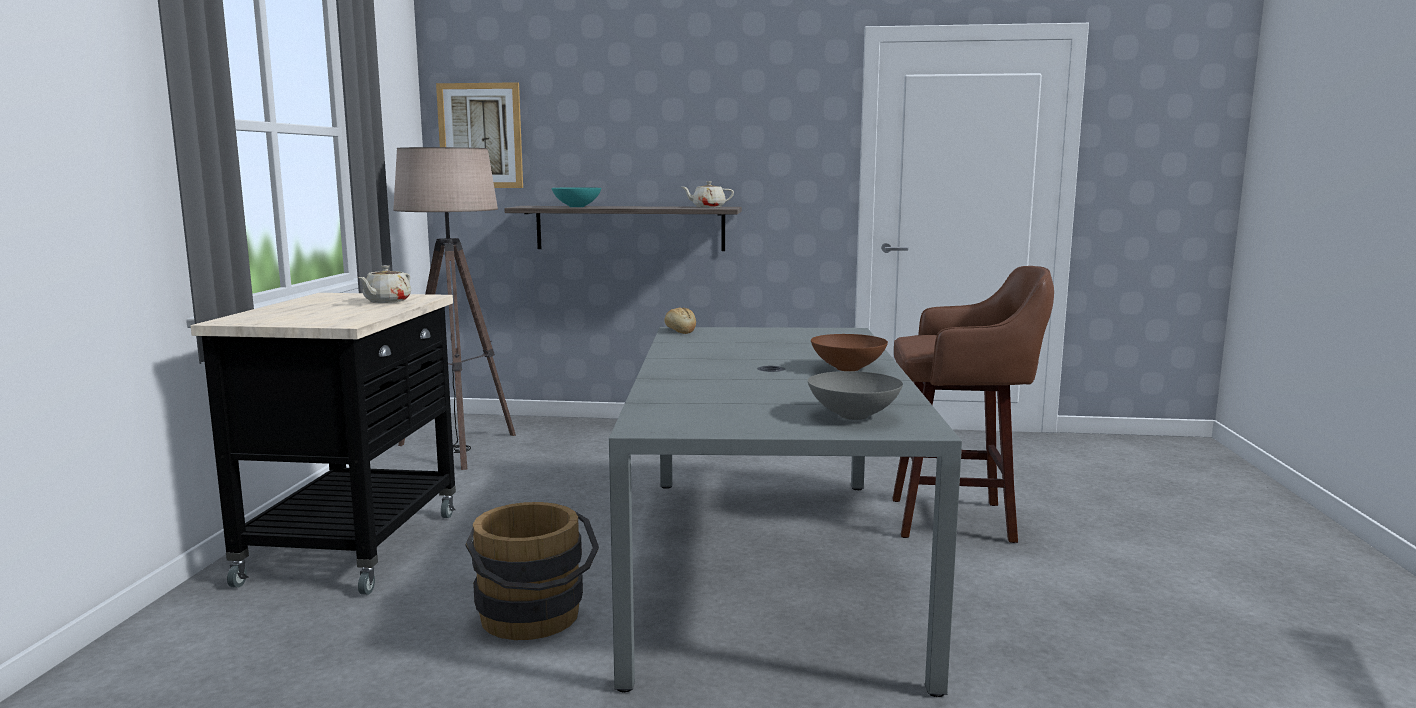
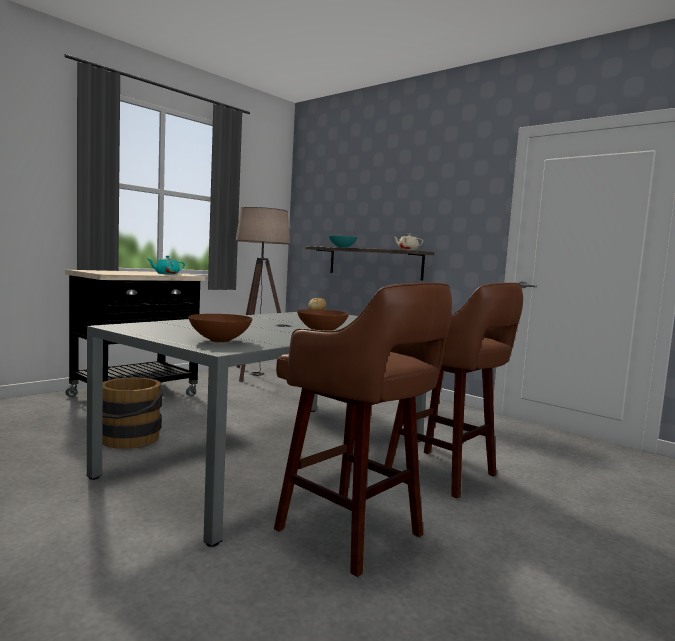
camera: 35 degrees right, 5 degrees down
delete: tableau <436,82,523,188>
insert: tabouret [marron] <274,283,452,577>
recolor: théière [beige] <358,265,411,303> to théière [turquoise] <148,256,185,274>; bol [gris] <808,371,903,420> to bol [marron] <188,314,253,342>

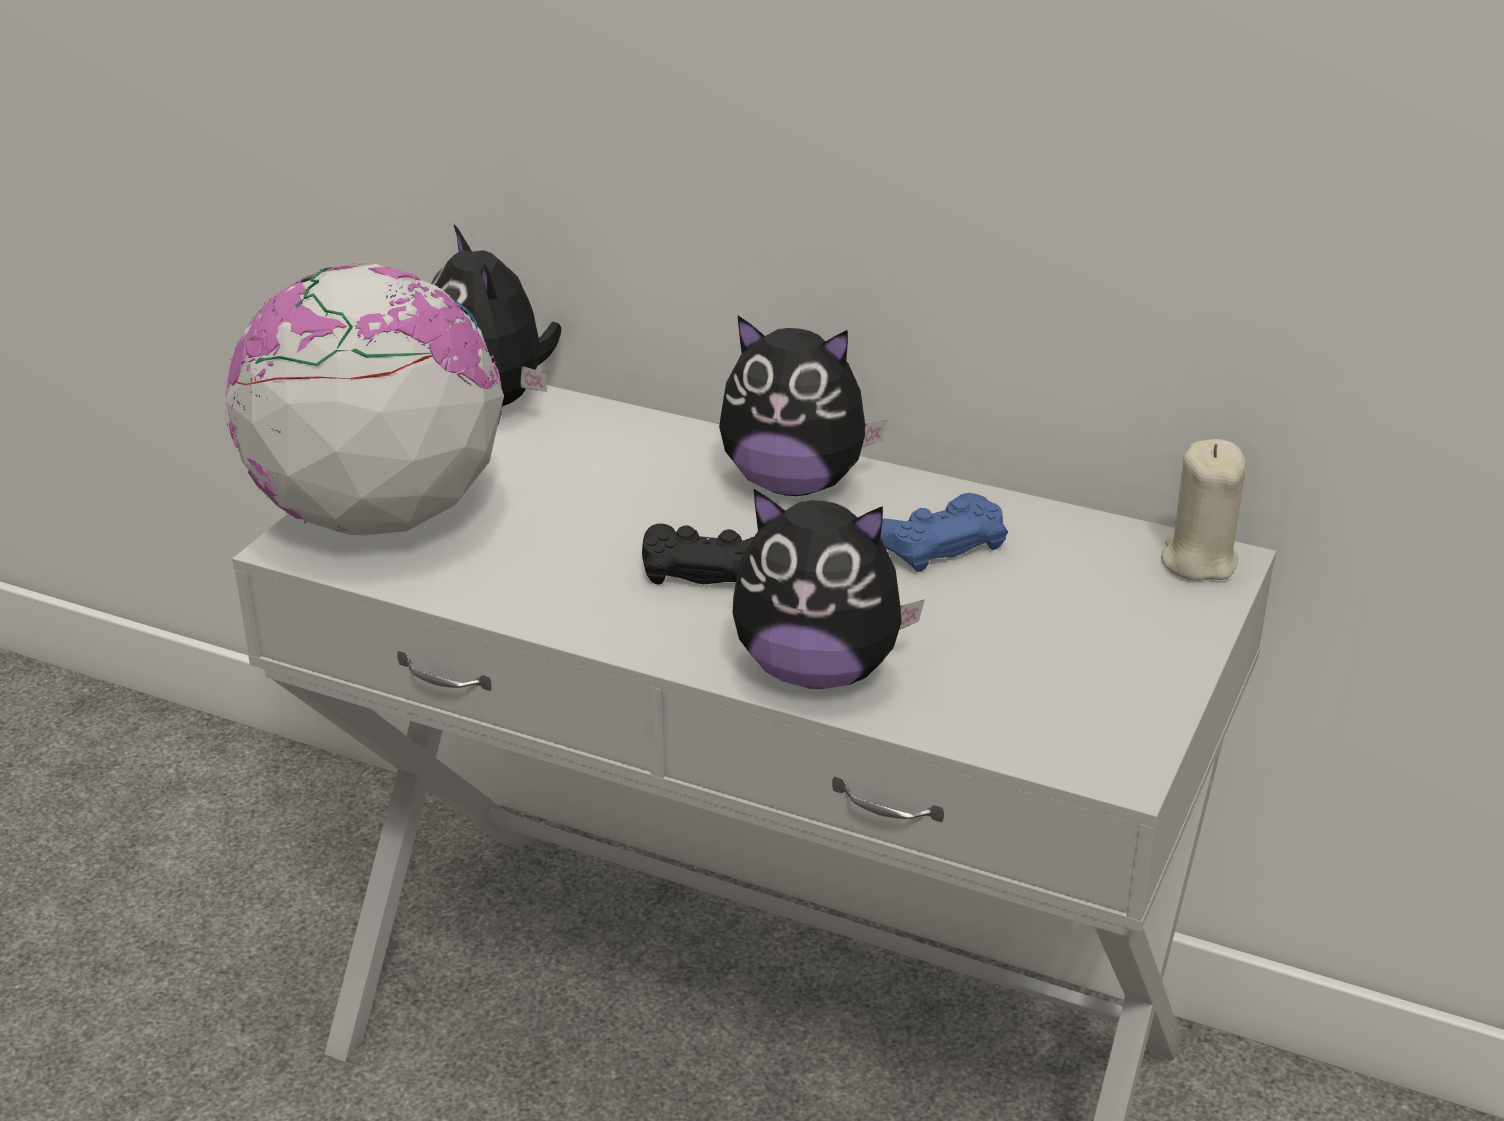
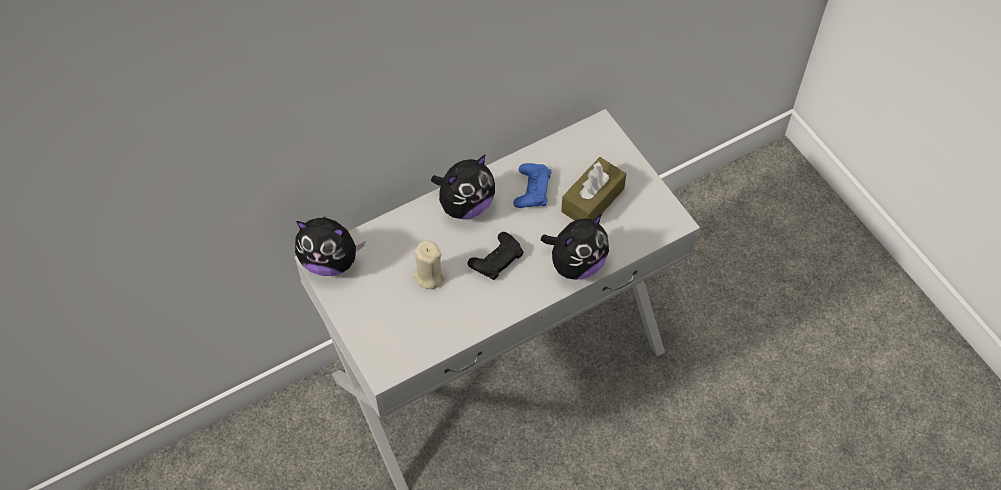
camera: 55 degrees left, 25 degrees up
delete: globe <225,263,504,535>
insert: boîte à mouchoirs [marron] <561,157,626,221>
move: bougie [beige] <1161,439,1246,581> to <412,240,446,289>

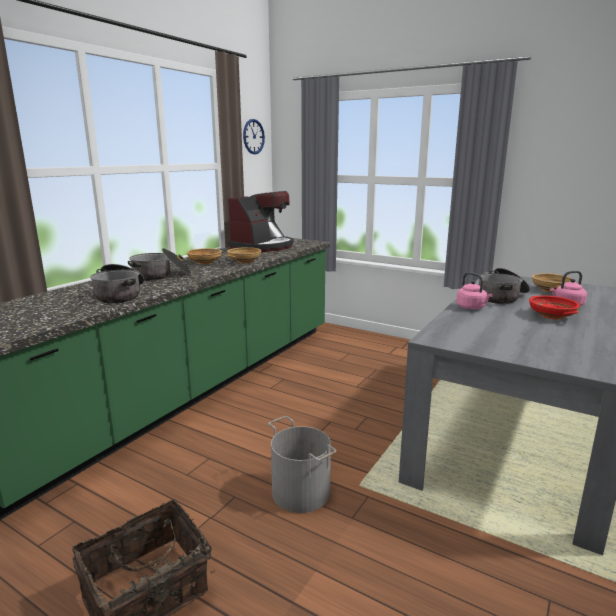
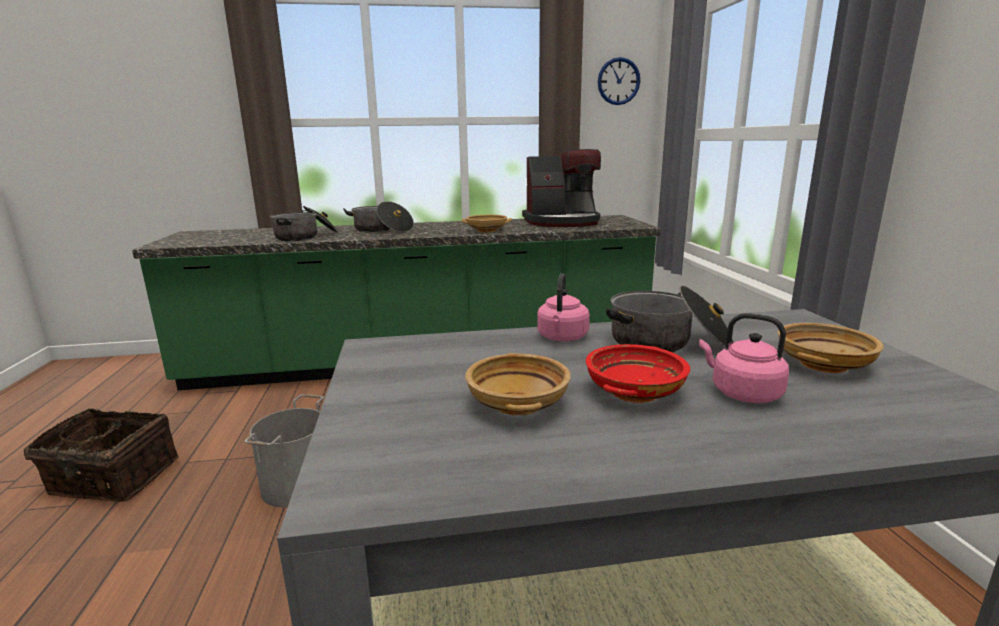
camera: 50 degrees right, 0 degrees up
move: bol [beige] <187,248,222,264> to <465,353,571,416>

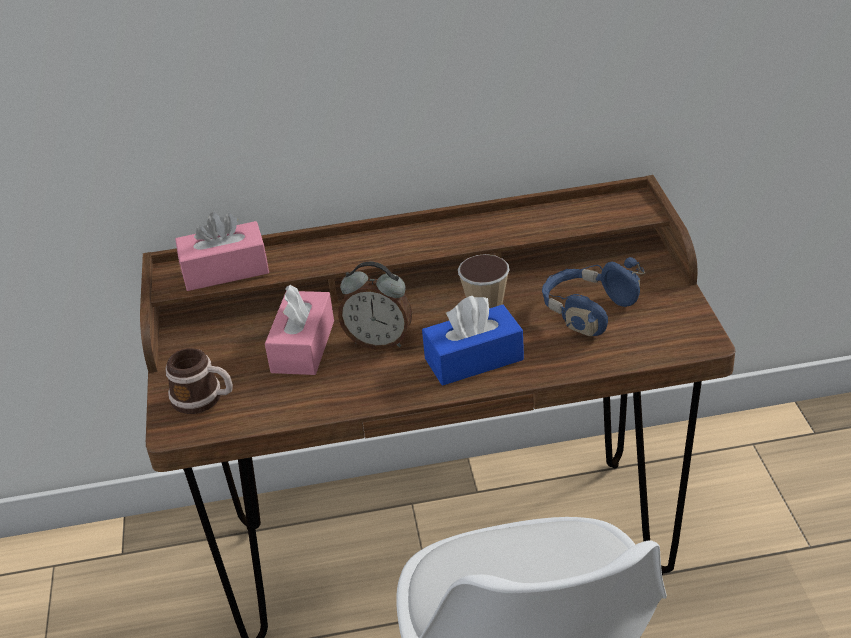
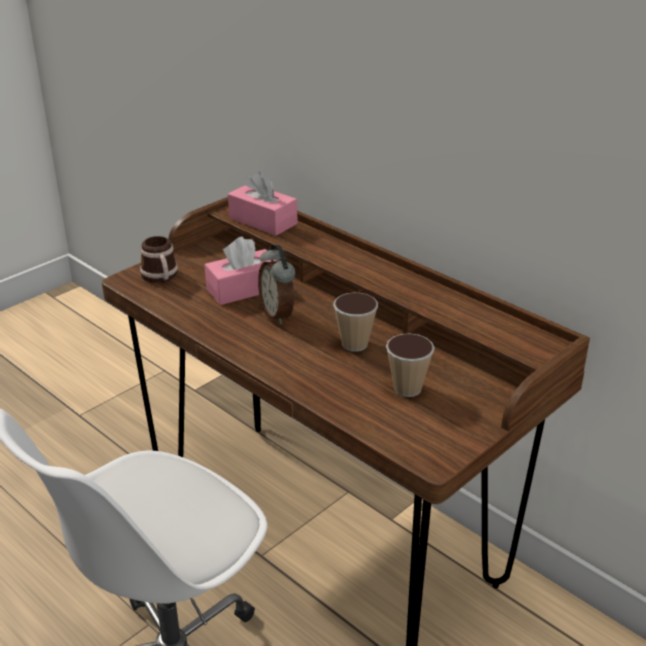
camera: 50 degrees right, 5 degrees down
delete: boîte à mouchoirs [bleu] <422,296,524,386>
replace: casque audio [bleu] <542,257,645,336> to tasse <386,333,435,397>

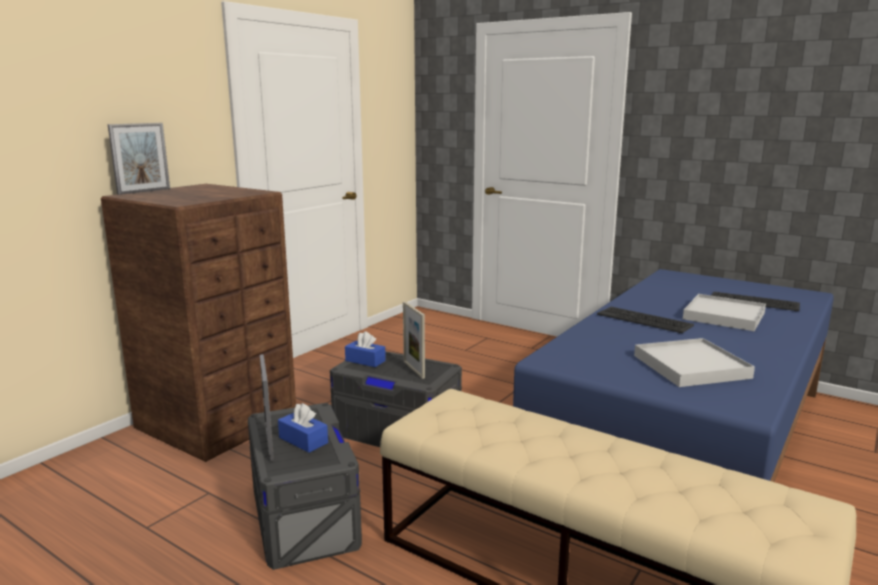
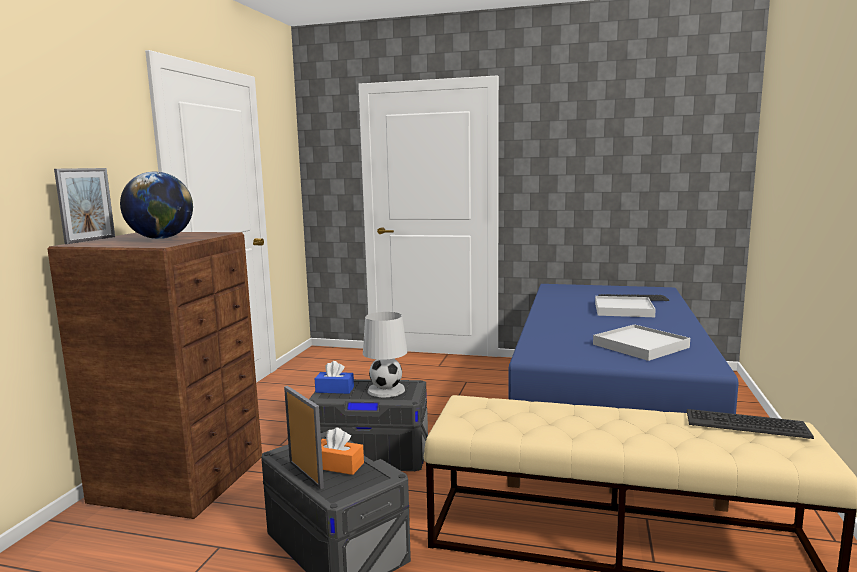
camera: 20 degrees left, 5 degrees down
insert: globe <120,171,193,239>
move: clavier <597,307,694,333> to <687,409,814,439>
replace: cadre photo <403,301,425,379> to lampe de table [blanc] <363,312,407,397>
recolor: boîte à mouchoirs [bleu] <278,403,328,453> to boîte à mouchoirs [orange] <321,427,364,475>

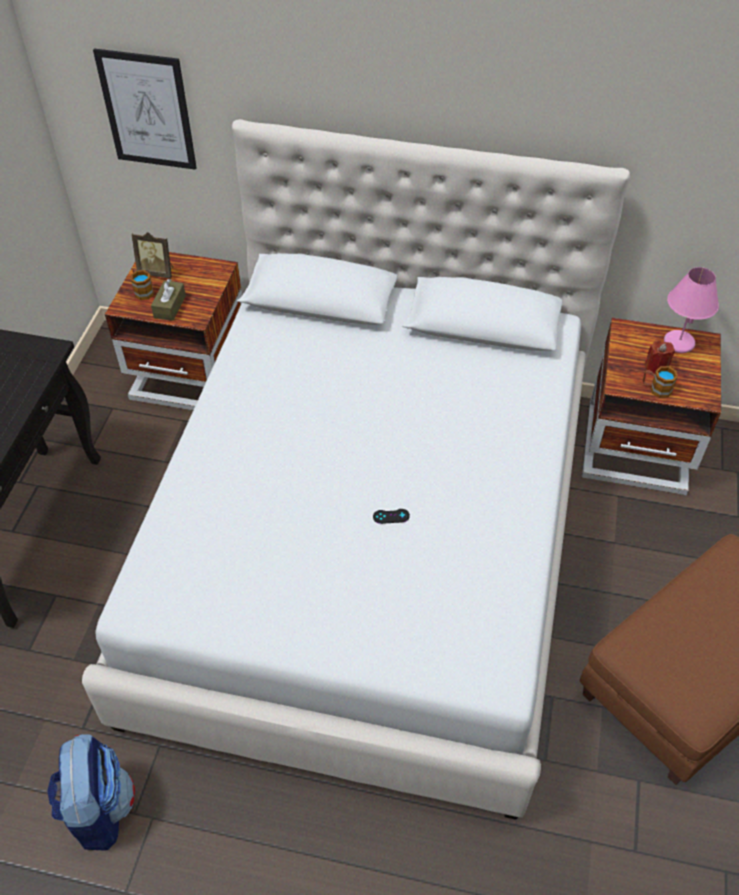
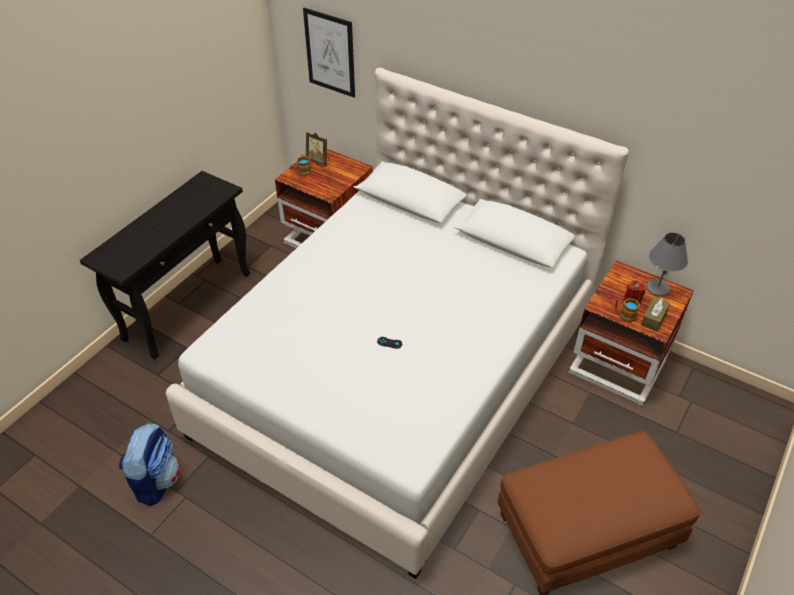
camera: 20 degrees right, 5 degrees down
move: boîte à mouchoirs [marron] <151,279,186,321> to <641,297,670,332>
recolor: lampe de table [rose] <664,267,719,353> to lampe de table [gris] <646,233,688,297>

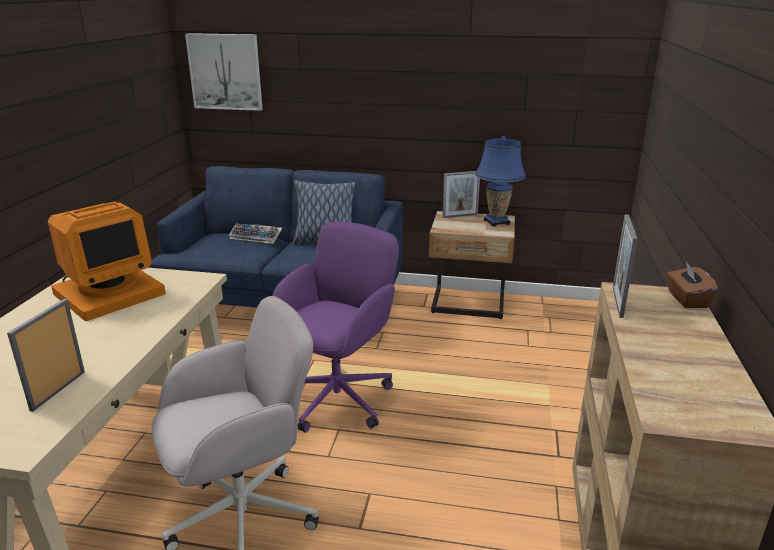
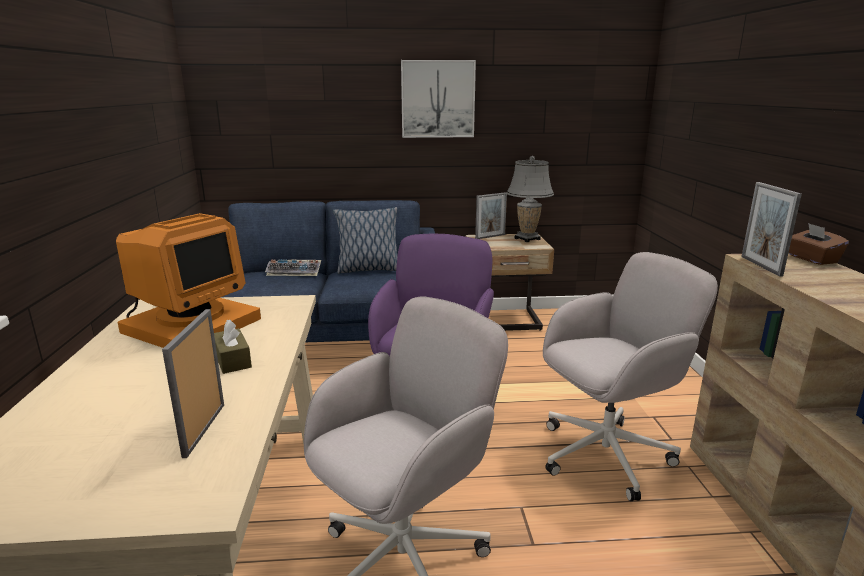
camera: 15 degrees left, 5 degrees down
insert: boîte à mouchoirs [marron] <214,319,252,374>; chaise de bureau [gris] <543,252,718,501>
move: tableau <185,33,263,111> to <401,60,476,138>
recolor: lampe de table [bleu] <475,136,526,227> to lampe de table [gris] <507,156,554,242>

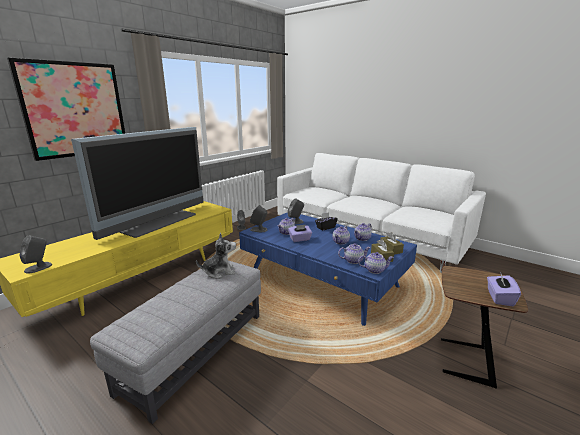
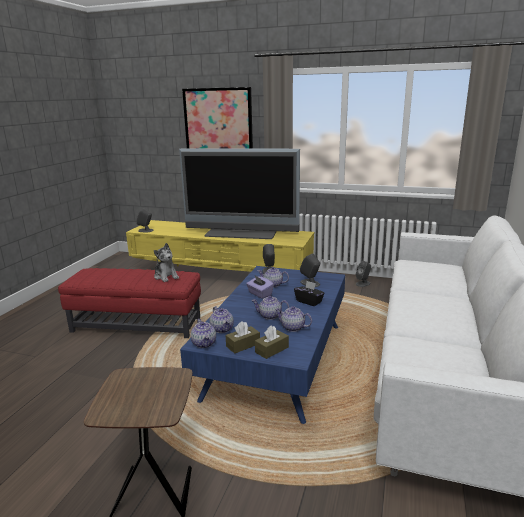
camera: 70 degrees right, 0 degrees up
delete: boîte à mouchoirs [violet] <487,272,521,306>
recolor: pouf [gris] <90,261,261,424> to pouf [rouge] <58,268,201,338>

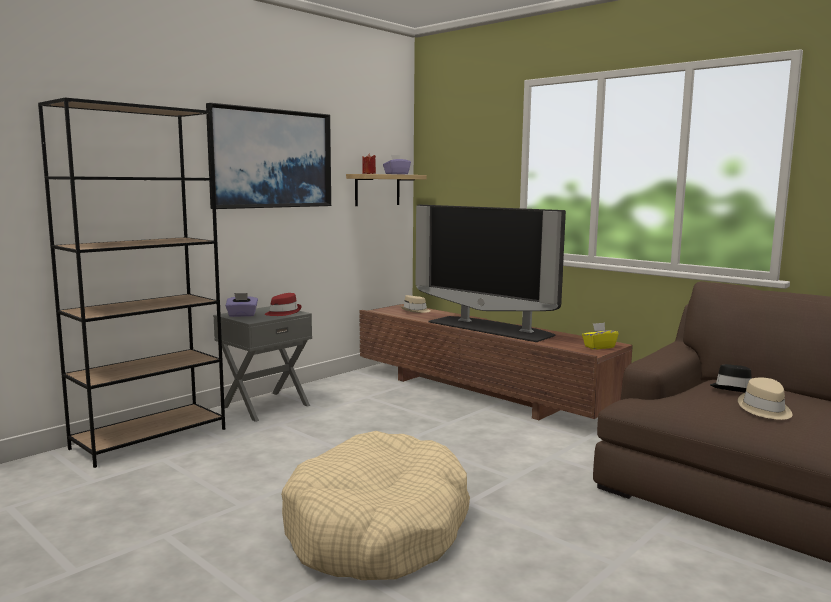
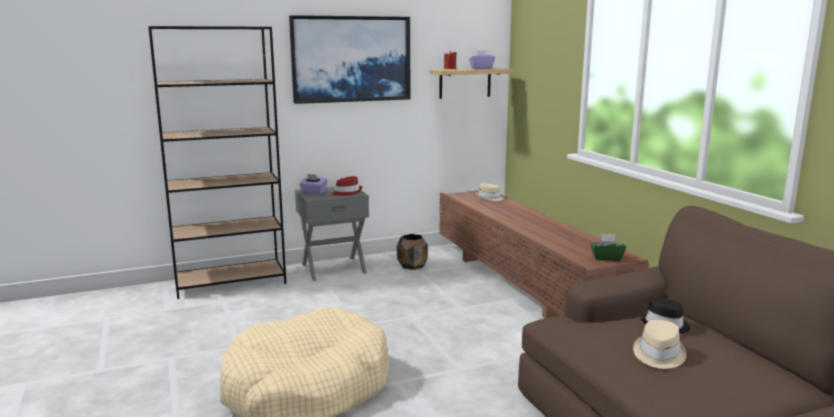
camera: 25 degrees right, 5 degrees up
delete: téléviseur <415,205,566,342>
insert: cache-pot [marron] <397,234,428,270>
recolor: boîte à mouchoirs [jaune] <582,323,619,350> to boîte à mouchoirs [vert] <591,234,626,261>

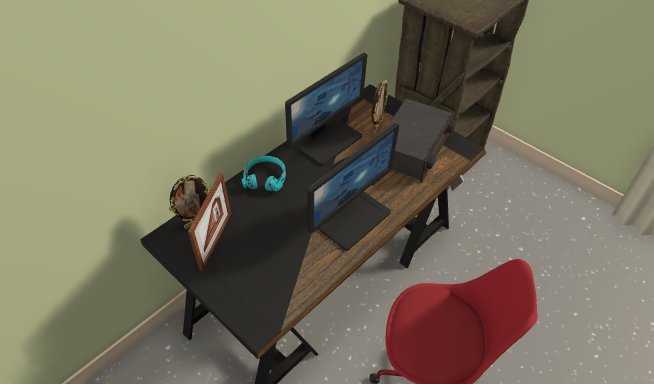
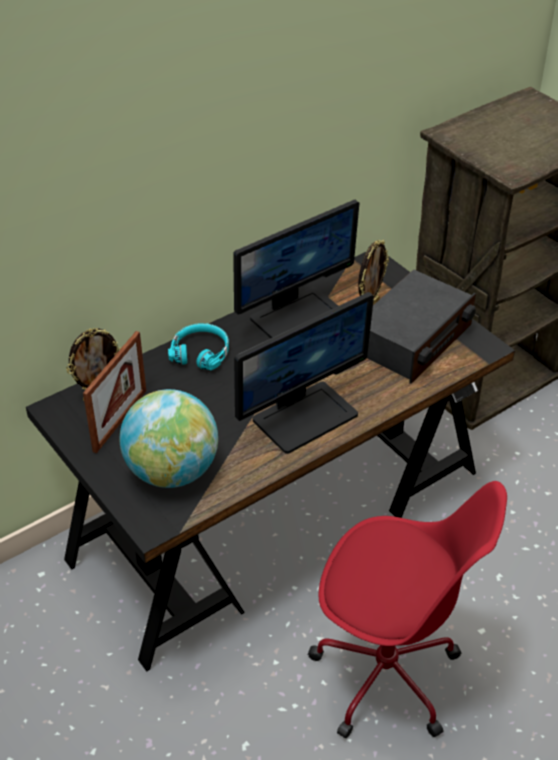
camera: 10 degrees right, 5 degrees down
insert: globe <119,389,218,488>

